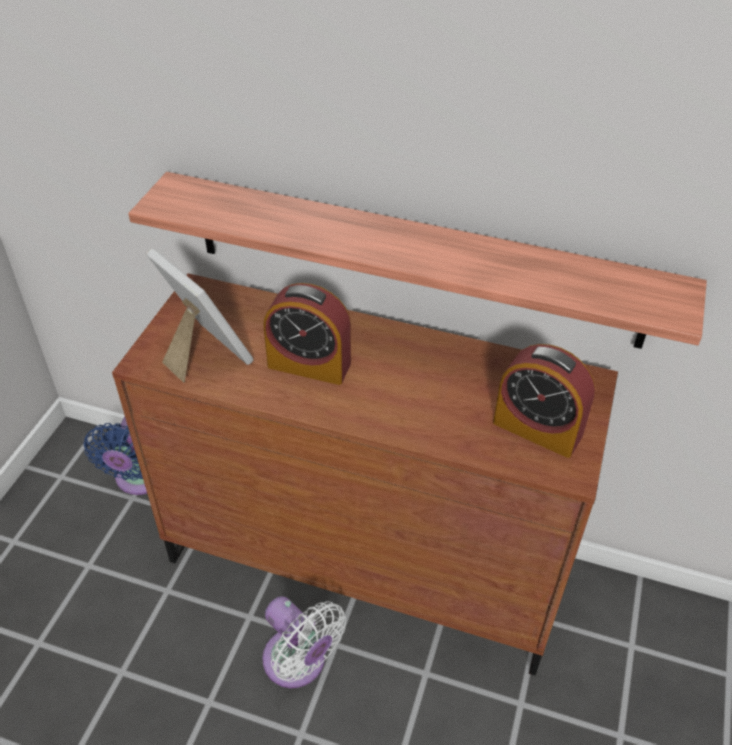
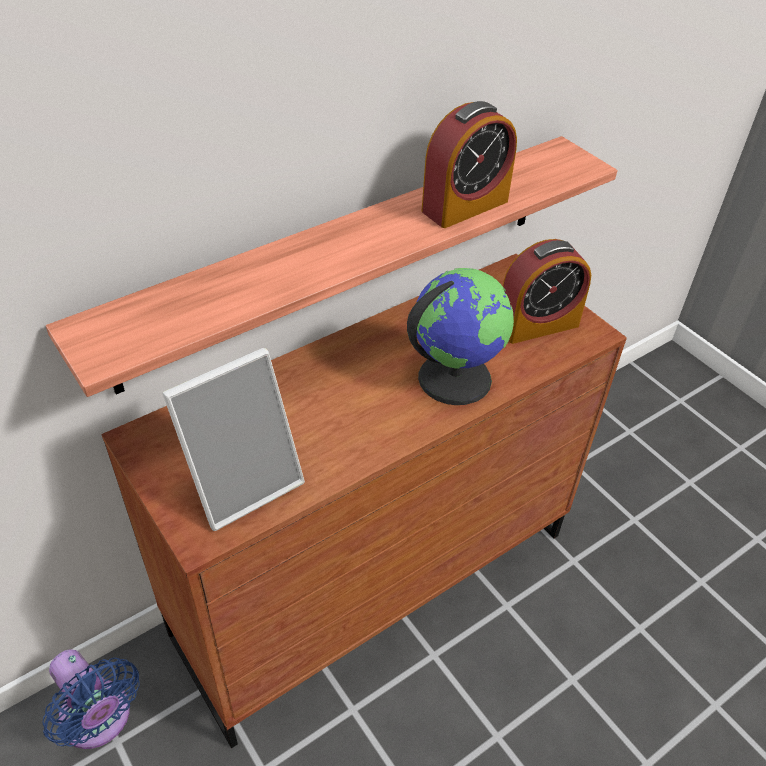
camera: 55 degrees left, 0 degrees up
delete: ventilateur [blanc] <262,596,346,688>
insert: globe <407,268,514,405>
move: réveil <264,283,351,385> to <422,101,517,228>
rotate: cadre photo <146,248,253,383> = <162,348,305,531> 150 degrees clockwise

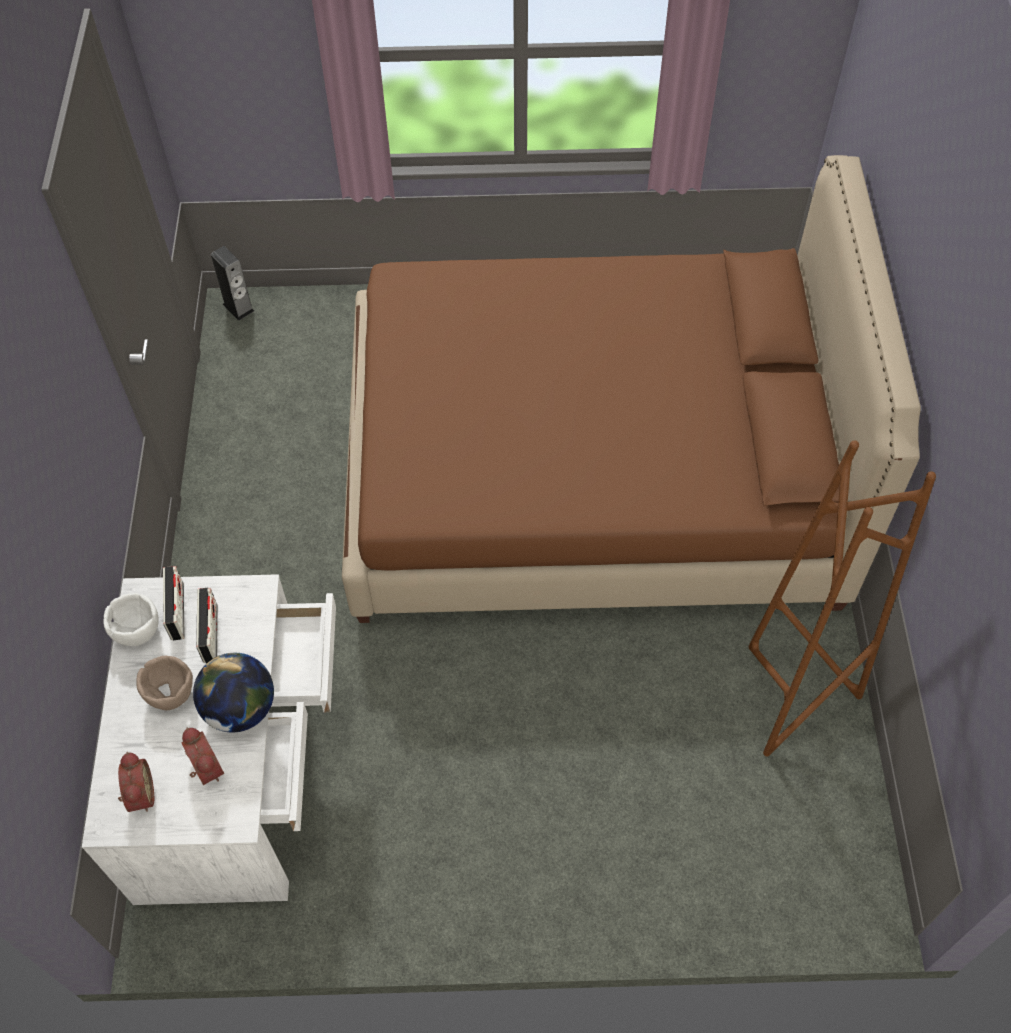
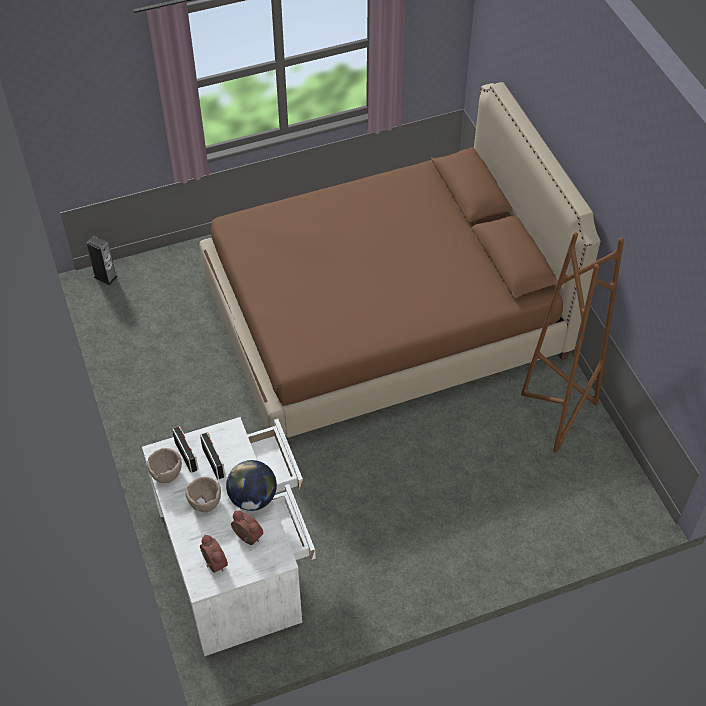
camera: 20 degrees left, 5 degrees down
recolor: bol [blanc] <103,593,159,646> to bol [marron] <147,448,182,483>

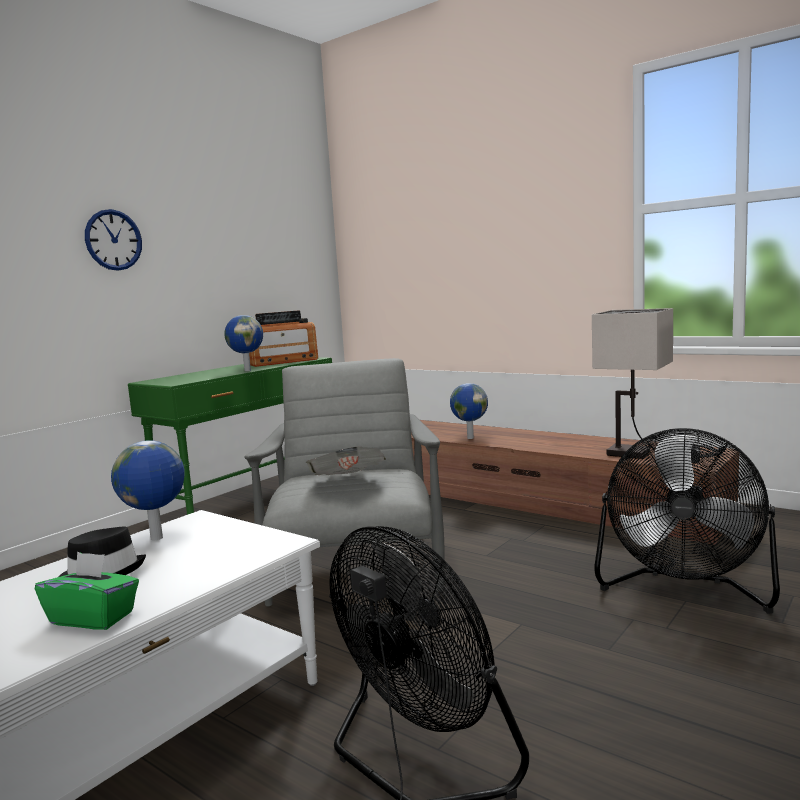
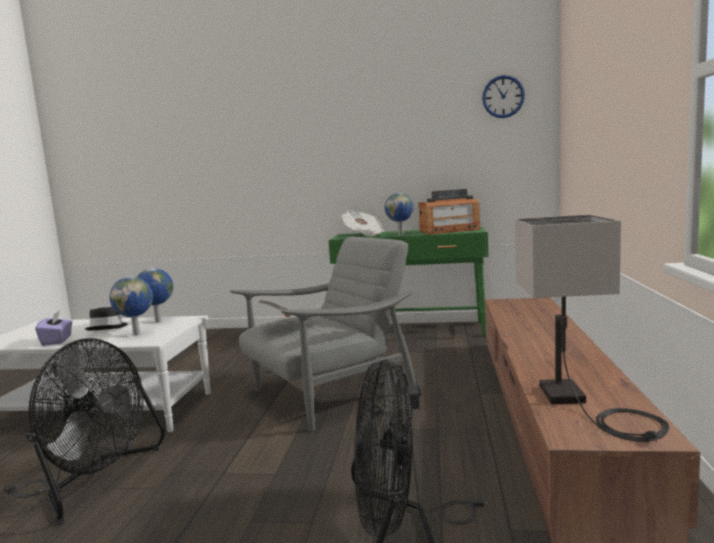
camera: 60 degrees right, 0 degrees up
insert: journal <342,210,385,236>
move: globe <450,383,488,439> to <109,276,153,335>; horloge murale <85,209,142,271> to <482,75,525,118>
recolor: boîte à mouchoirs [vert] <35,552,139,630> to boîte à mouchoirs [violet] <35,311,73,346>
rotate: radio <249,310,318,367> = <418,189,480,234> 45 degrees counterclockwise

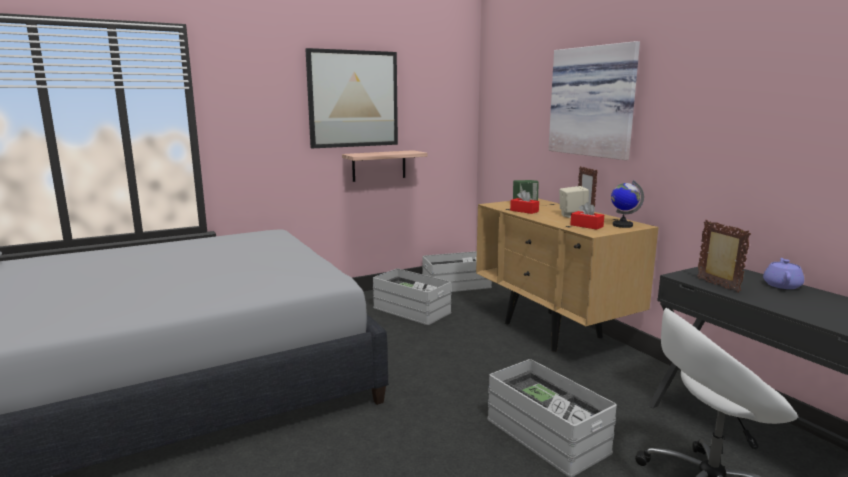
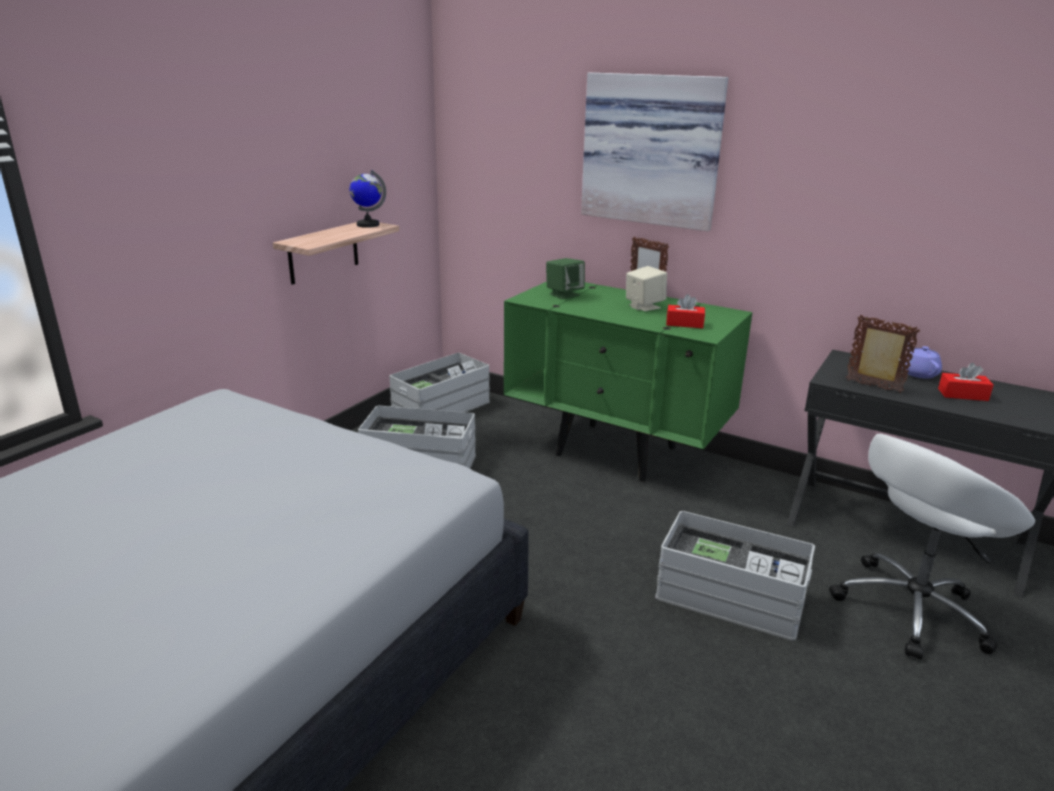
camera: 30 degrees left, 10 degrees up
delete: tableau <305,48,398,148>
move: globe <611,180,644,228> to <350,170,386,228>; boîte à mouchoirs [rouge] <510,190,539,214> to <938,363,993,401>
recolor: commode [beige] <476,199,659,352> to commode [vert] <504,282,753,482>

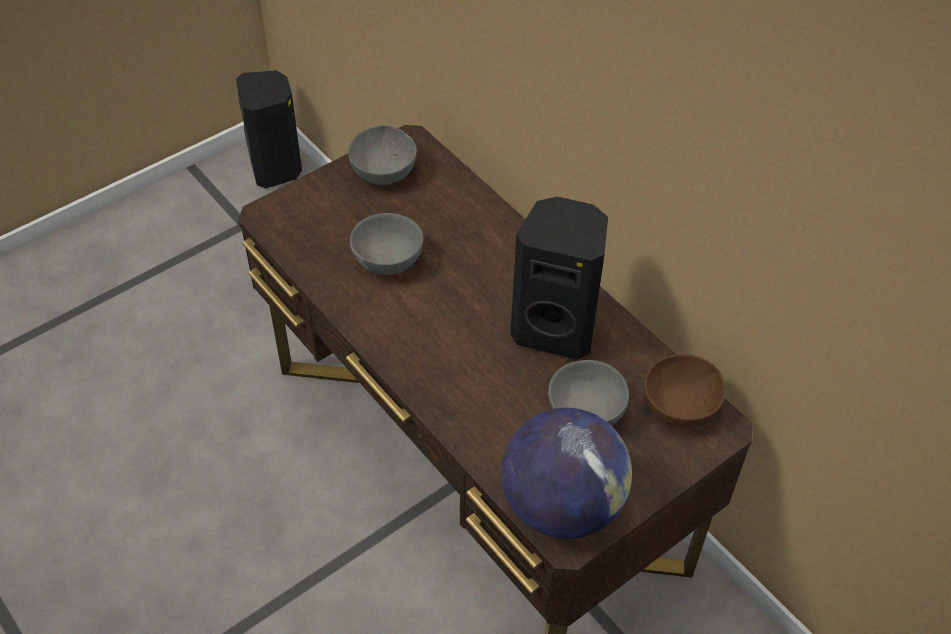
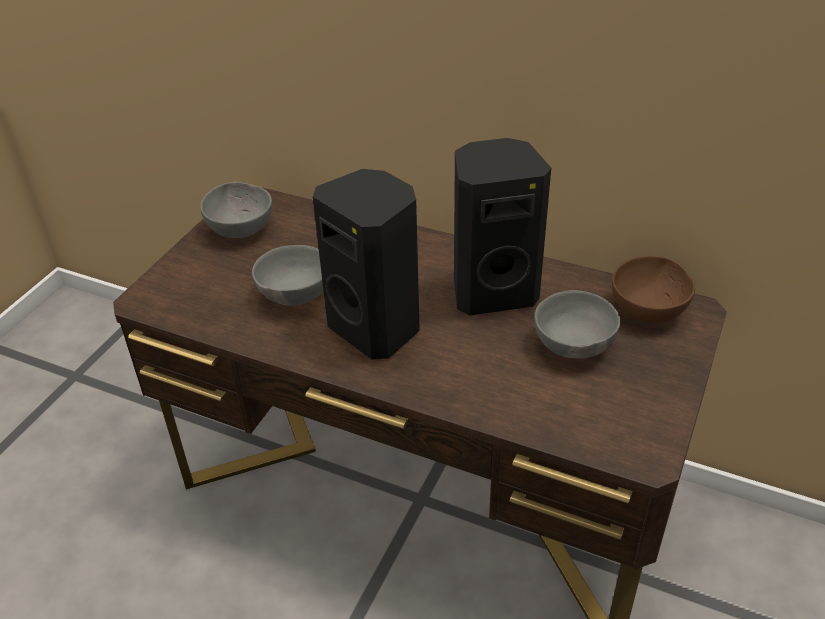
camera: 25 degrees left, 10 degrees down
delete: globe <501,408,632,539>
move: enceinte [noir] <236,70,302,188> to <313,169,420,359>

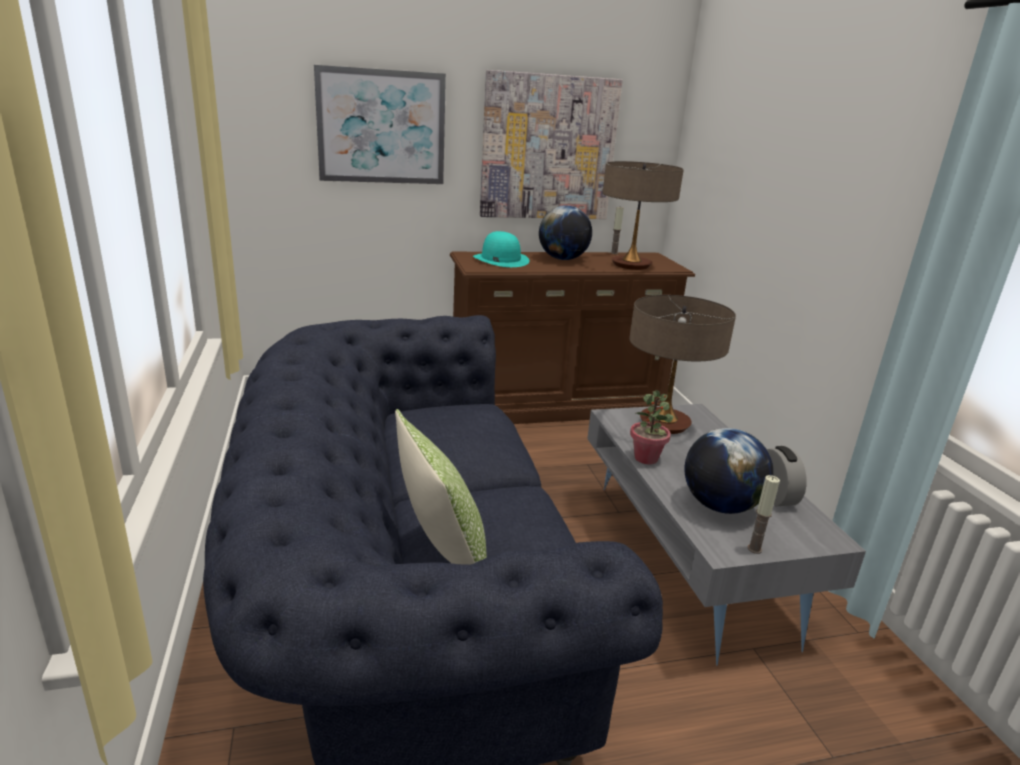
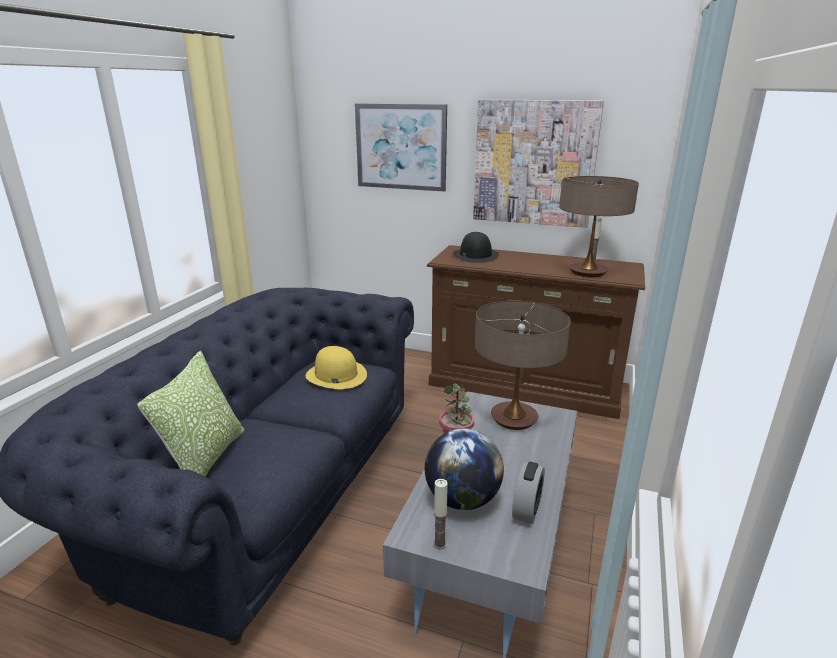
camera: 35 degrees right, 0 degrees up
delete: globe <539,205,592,260>
insert: chapeau [jaune] <306,346,367,389>
recolor: chapeau [turquoise] <473,231,529,267> to chapeau [noir] <453,232,499,263>

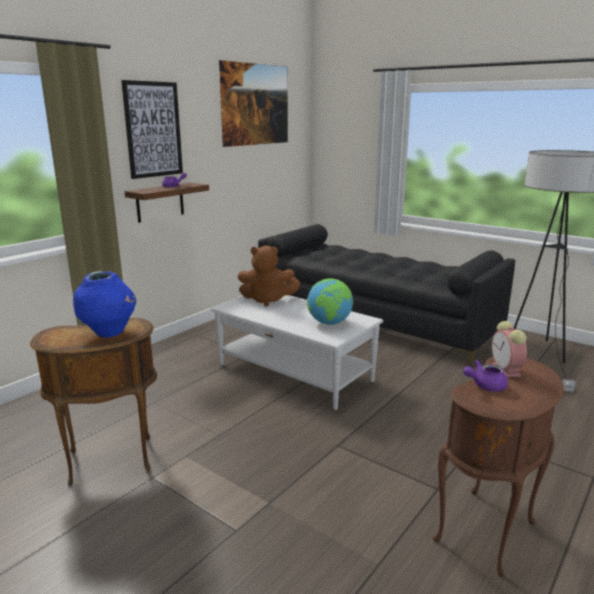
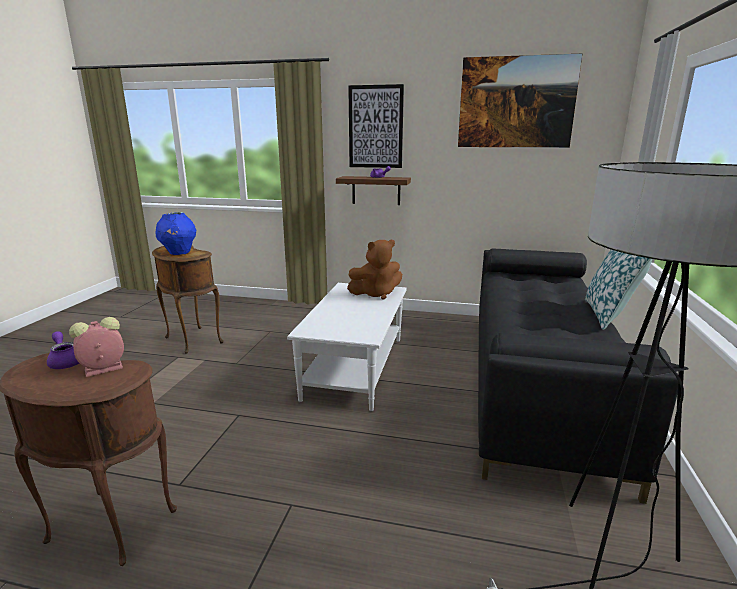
camera: 65 degrees right, 0 degrees up
delete: globe <307,278,353,325>
insert: coussin <585,250,652,330>
rotate: peluche [marron] <238,246,300,306> = <347,240,402,300> 90 degrees counterclockwise

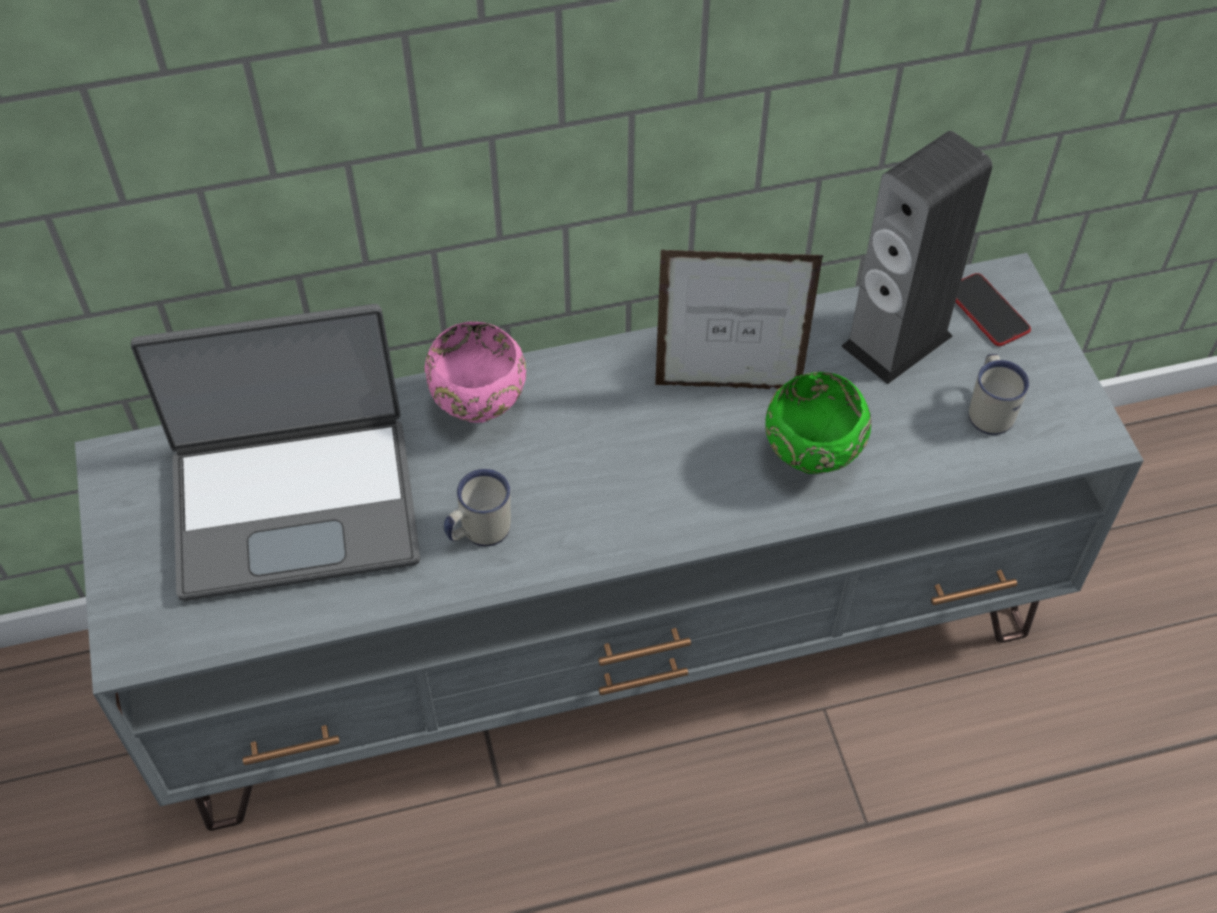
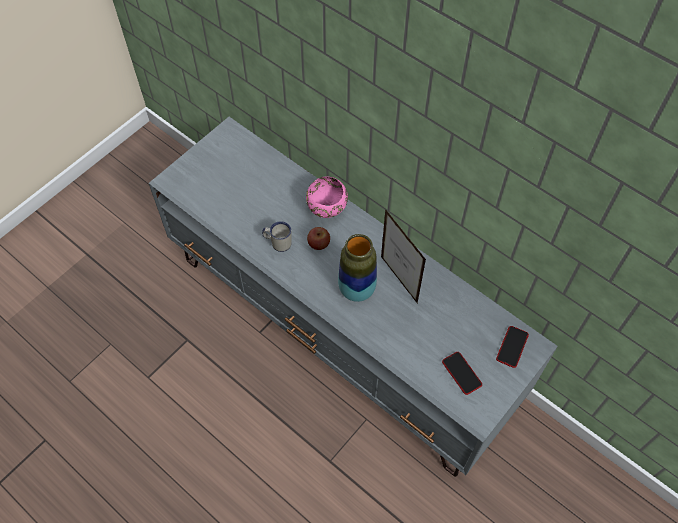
camera: 55 degrees right, 5 degrees up
delete: ordinateur portable <131,304,420,601>; bol [vert] <766,372,871,474>; enceinte <841,131,993,385>
insert: pomme <307,227,330,250>; vase <338,234,377,302>
replace: mug [blanc] <969,354,1029,435> to téléphone <442,352,482,395>

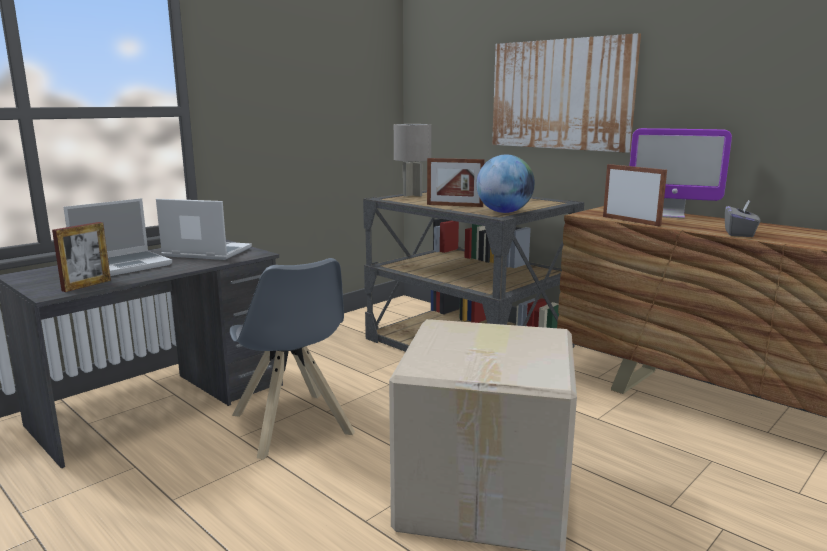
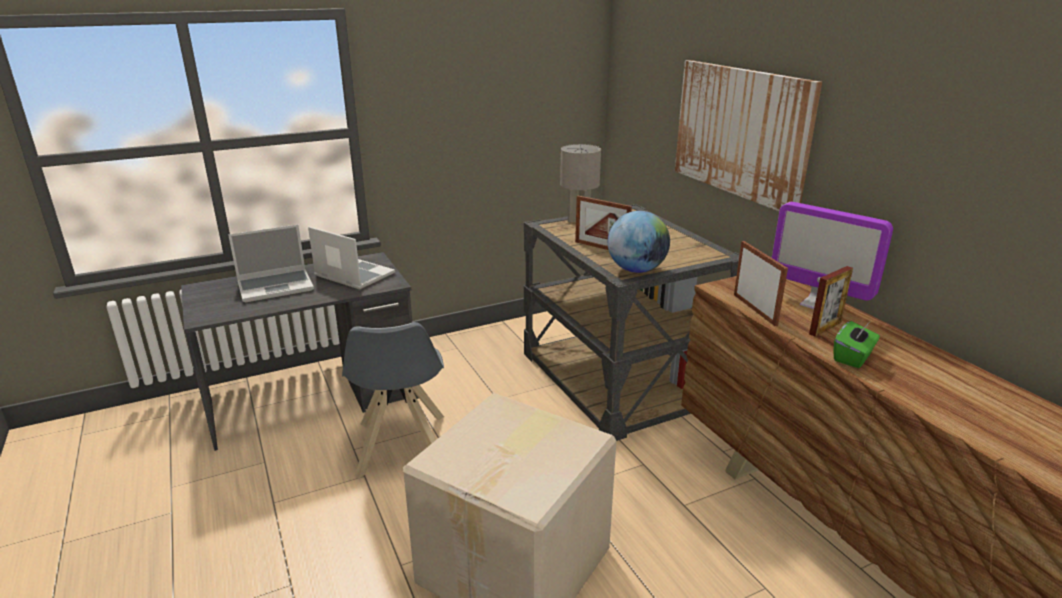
camera: 20 degrees right, 10 degrees up
move: cadre photo <52,222,111,292> to <809,266,853,337>
recolor: boîte à mouchoirs [gris] <725,200,760,237> to boîte à mouchoirs [vert] <833,321,880,368>

